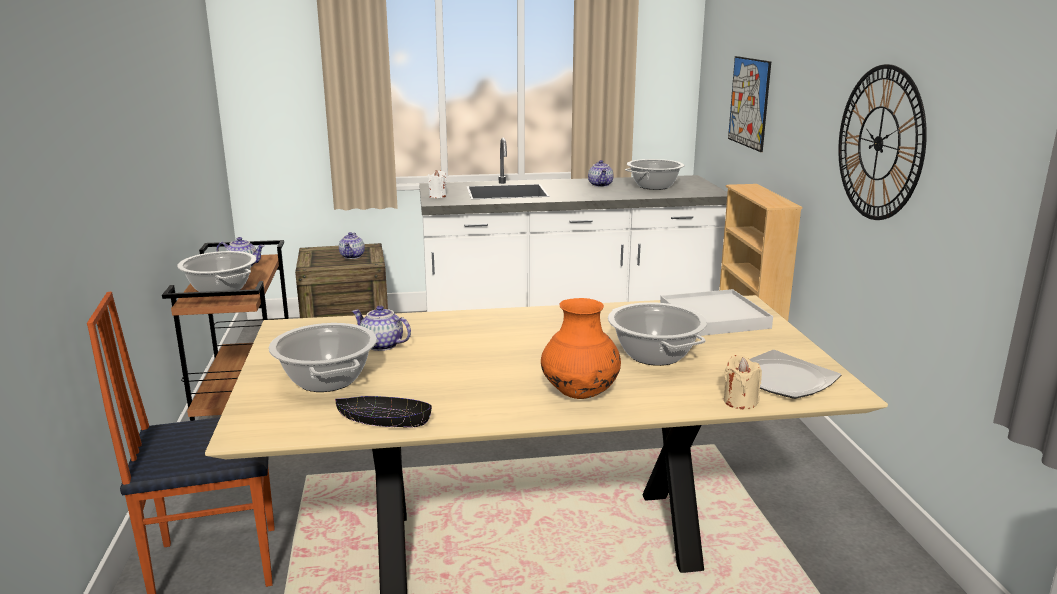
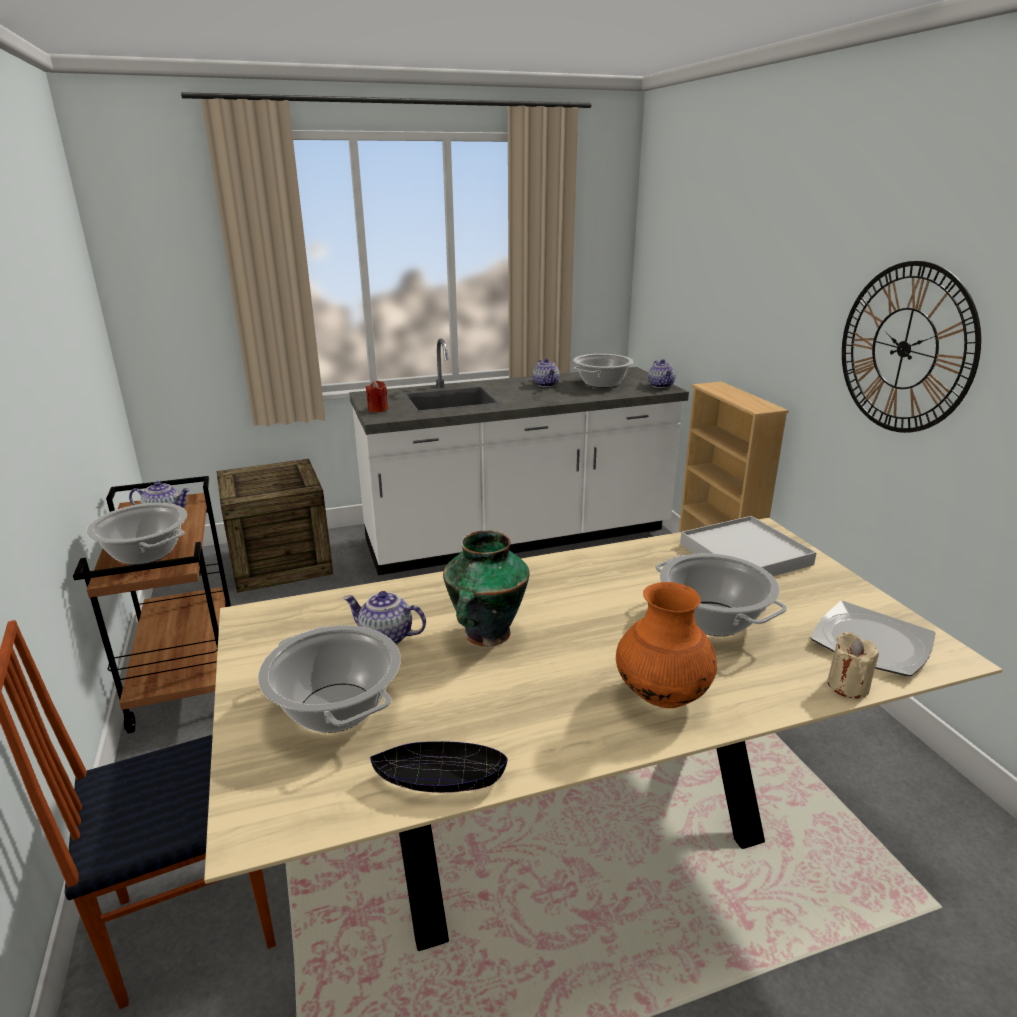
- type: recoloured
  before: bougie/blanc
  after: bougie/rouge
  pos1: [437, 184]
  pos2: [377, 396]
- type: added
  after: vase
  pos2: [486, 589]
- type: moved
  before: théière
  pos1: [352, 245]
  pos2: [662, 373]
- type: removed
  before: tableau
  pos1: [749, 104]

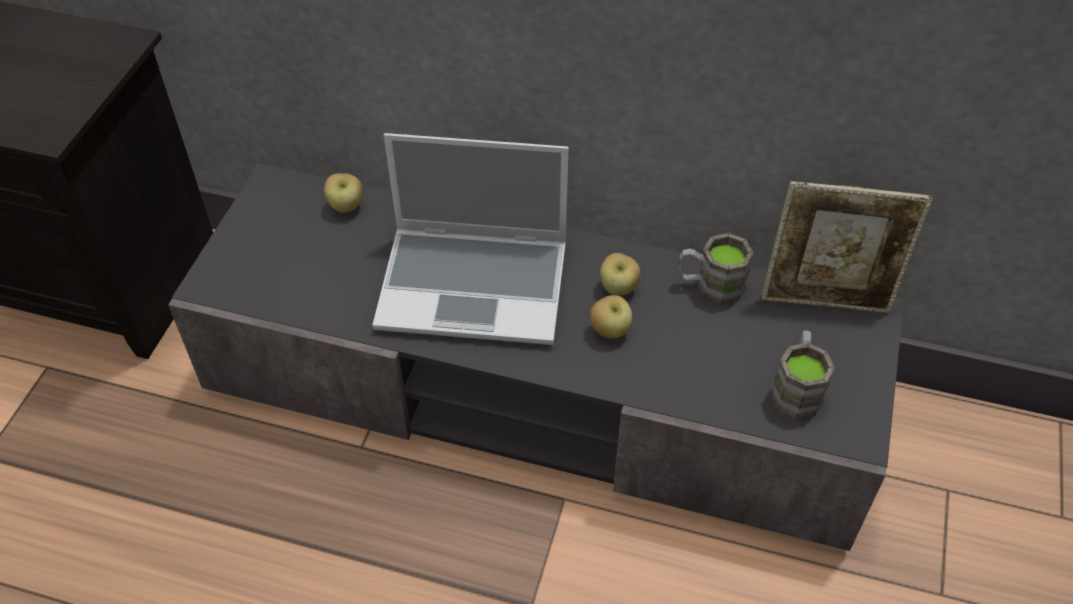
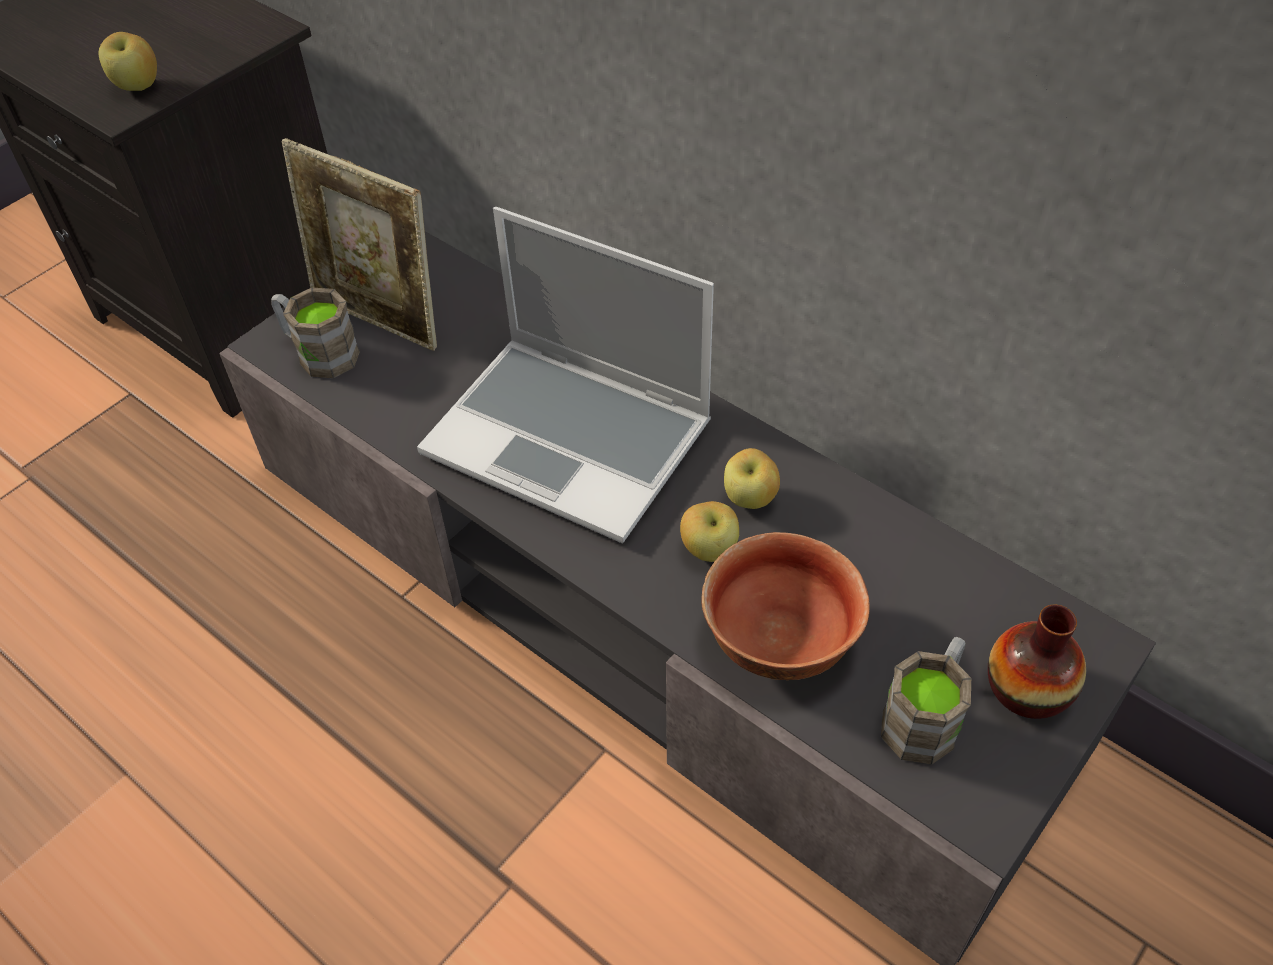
- type: moved
  before: pomme
  pos1: [343, 193]
  pos2: [128, 61]
- type: moved
  before: mug/marron
  pos1: [716, 269]
  pos2: [315, 332]
- type: moved
  before: cadre photo
  pos1: [847, 247]
  pos2: [359, 244]
- type: added
  after: bol
  pos2: [785, 606]
- type: added
  after: vase
  pos2: [1037, 661]

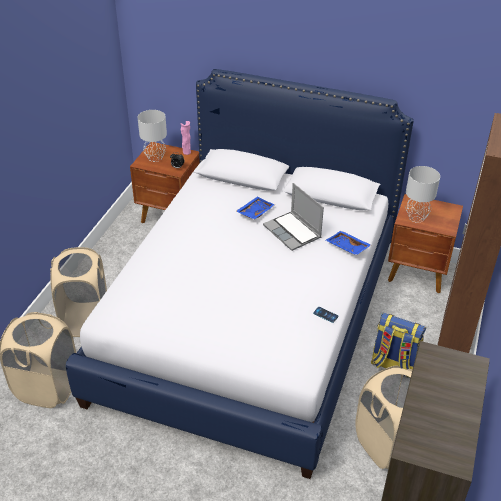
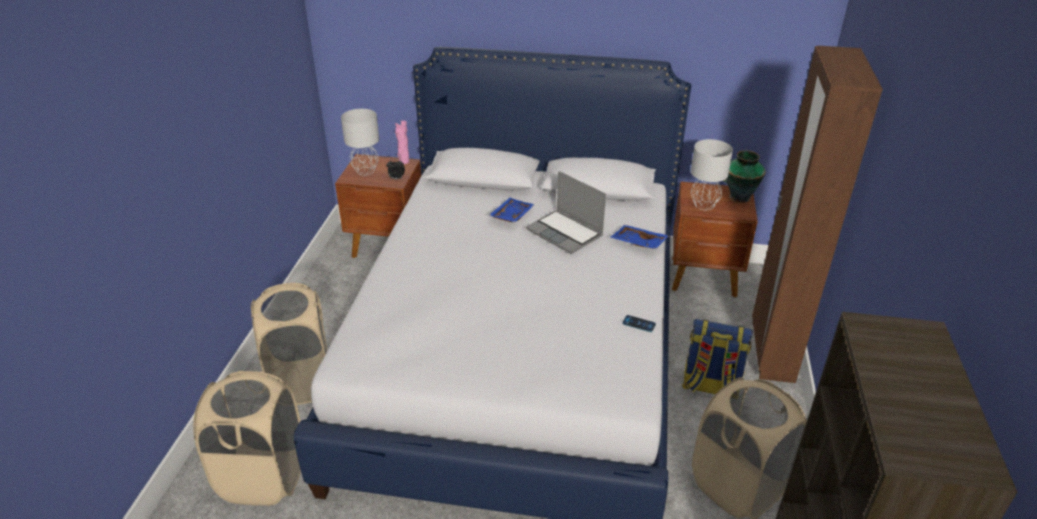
- type: added
  after: vase
  pos2: [744, 176]

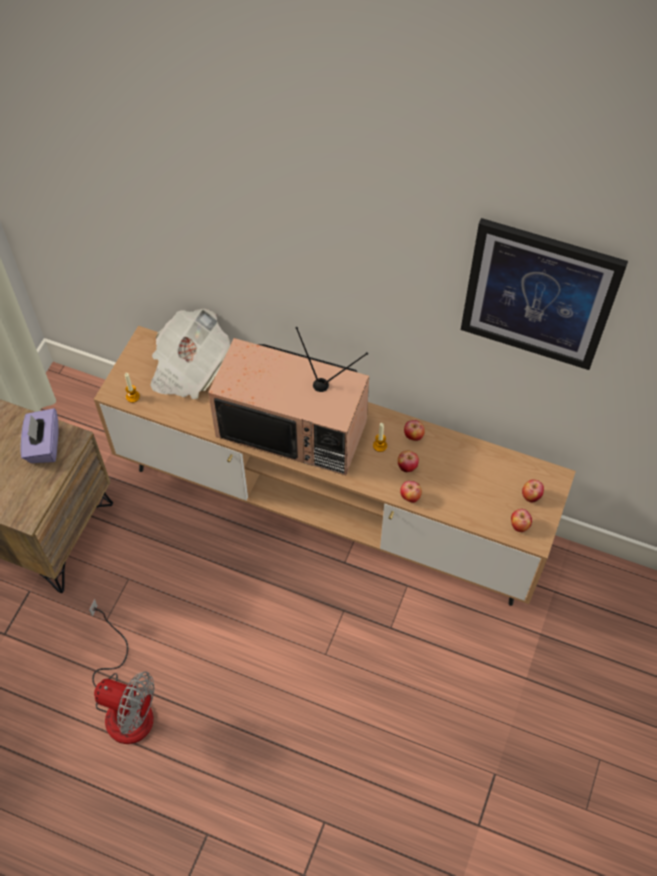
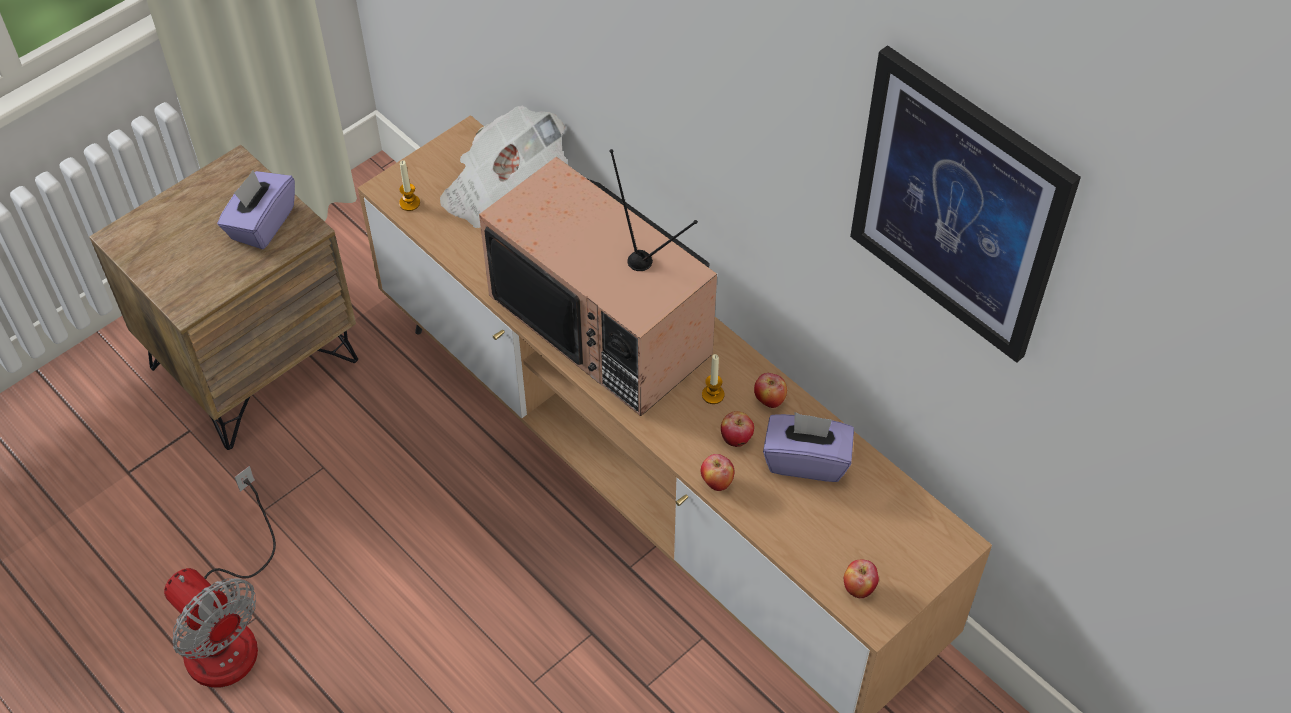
- type: added
  after: boîte à mouchoirs/violet
  pos2: [808, 447]
- type: removed
  before: pomme
  pos1: [533, 491]

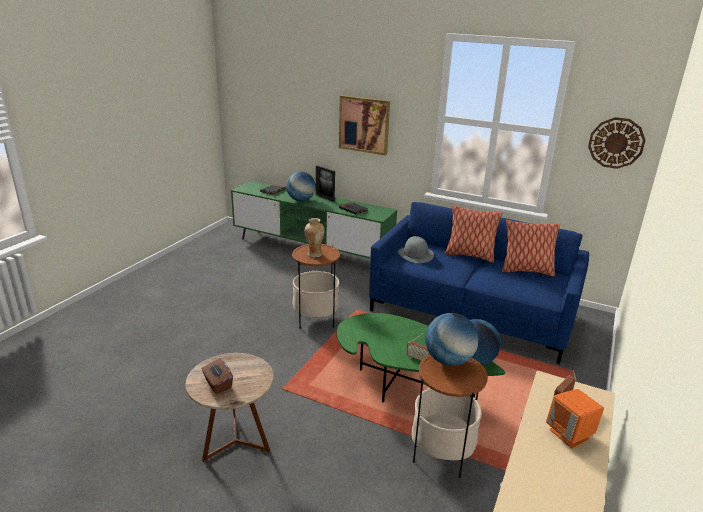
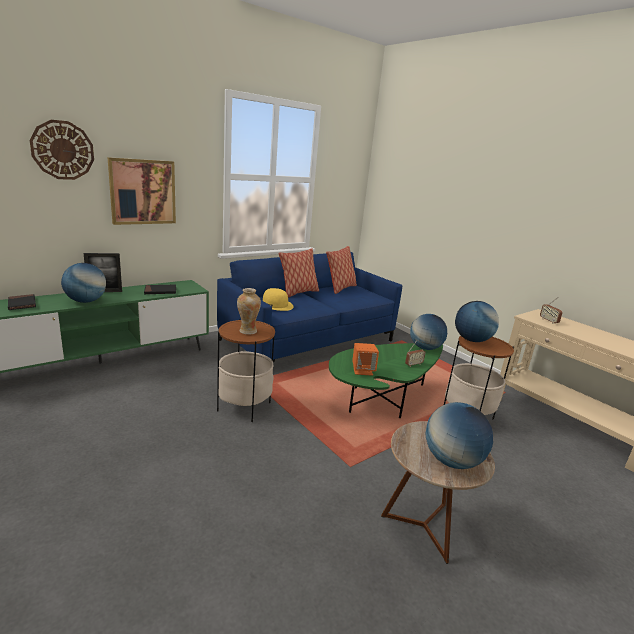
- type: moved
  before: horloge murale
  pos1: [617, 143]
  pos2: [62, 150]
- type: recoloured
  before: chapeau/gris
  after: chapeau/jaune
  pos1: [416, 249]
  pos2: [278, 299]
- type: moved
  before: enceinte/orange
  pos1: [575, 419]
  pos2: [365, 359]
- type: replaced
  before: boîte à mouchoirs/marron
  after: globe
  pos1: [217, 376]
  pos2: [459, 435]

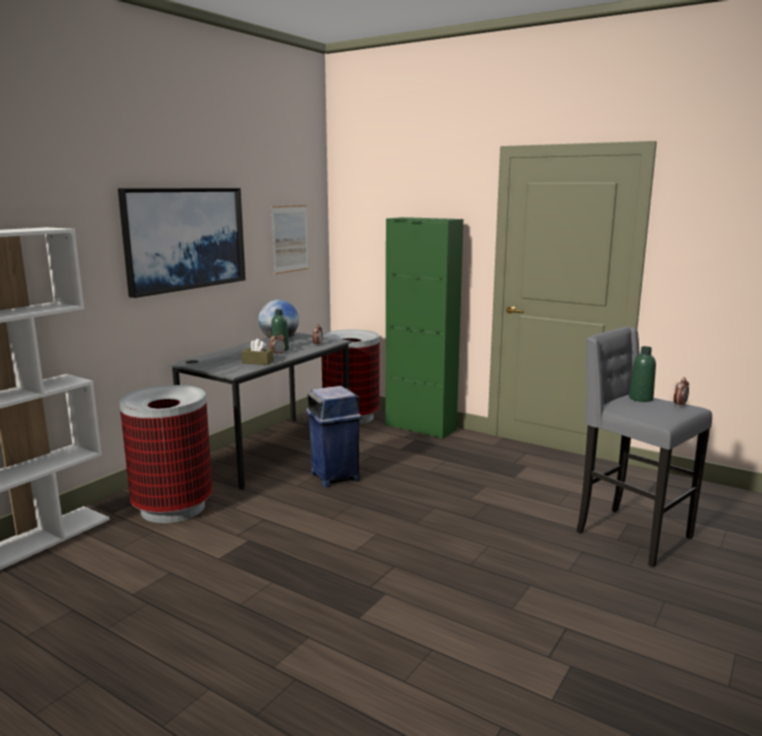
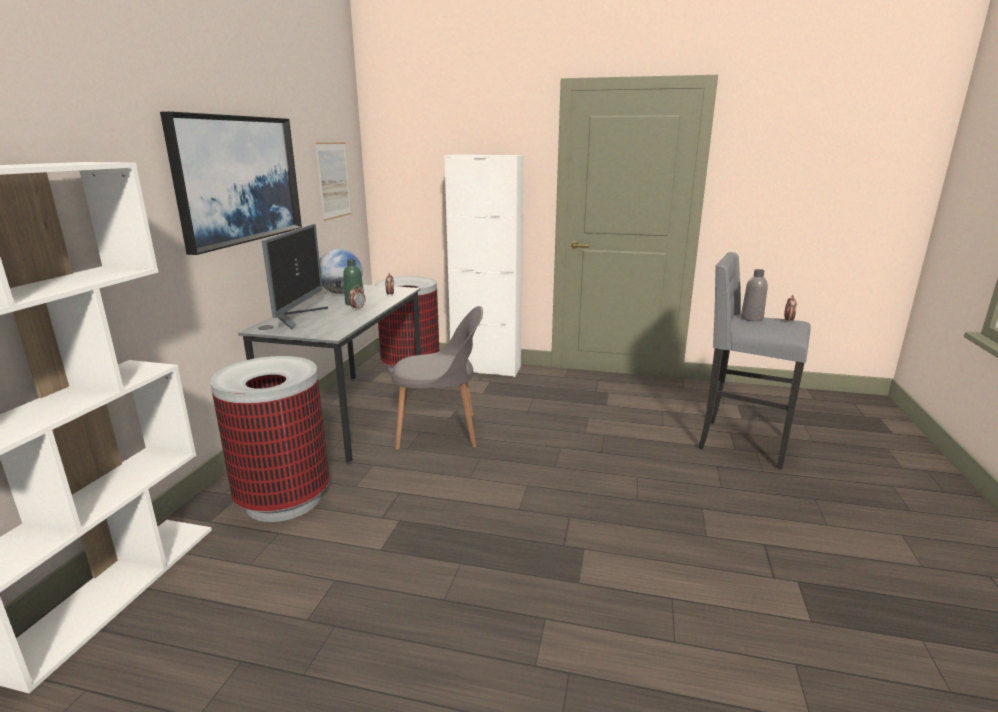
- type: added
  after: écran d'ordinateur
  pos2: [295, 277]
- type: replaced
  before: poubelle/bleu
  after: chaise/gris
  pos1: [334, 436]
  pos2: [437, 378]
- type: recoloured
  before: meuble de rangement/vert
  after: meuble de rangement/blanc
  pos1: [424, 328]
  pos2: [484, 266]
- type: recoloured
  before: bouteille/vert
  after: bouteille/gris
  pos1: [642, 374]
  pos2: [754, 295]
- type: removed
  before: boîte à mouchoirs/marron
  pos1: [257, 352]

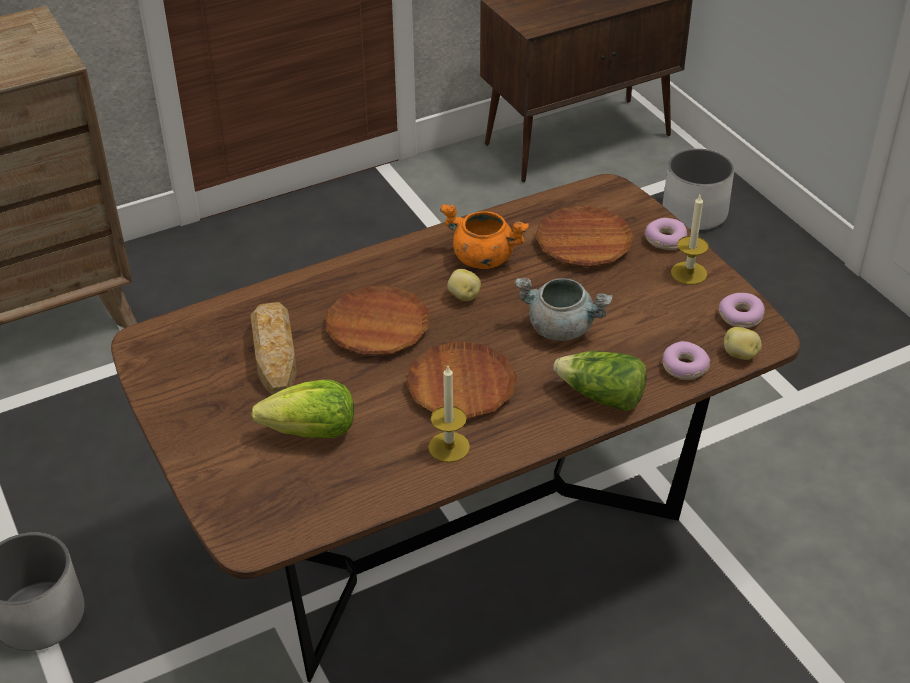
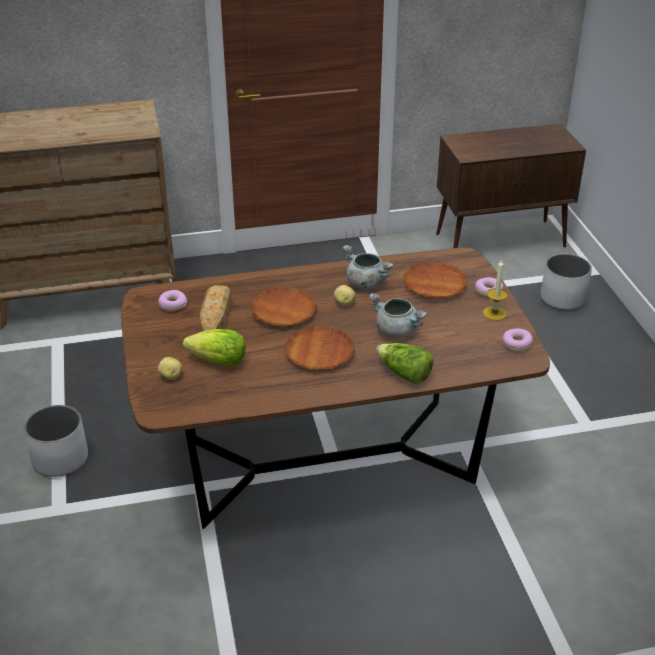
- type: moved
  before: beignet
  pos1: [686, 360]
  pos2: [172, 300]
- type: moved
  before: pomme de terre
  pos1: [743, 343]
  pos2: [170, 368]
- type: recoloured
  before: marmite/orange
  after: marmite/gris
  pos1: [484, 236]
  pos2: [368, 267]
- type: removed
  before: bougie
  pos1: [449, 414]

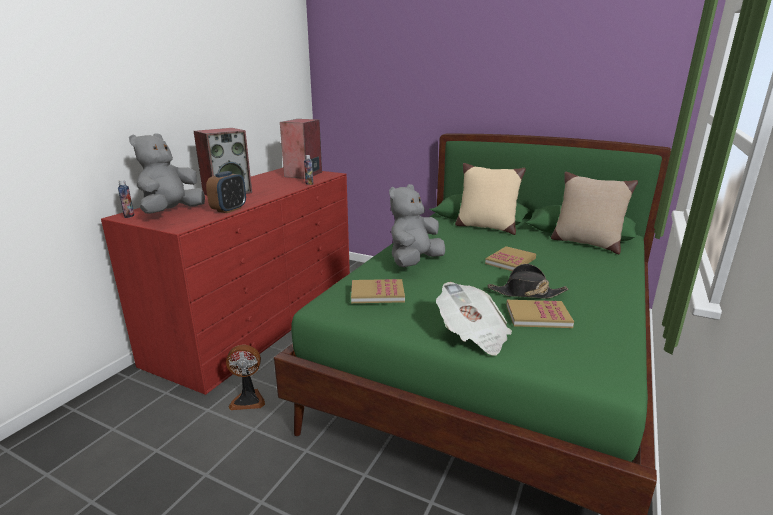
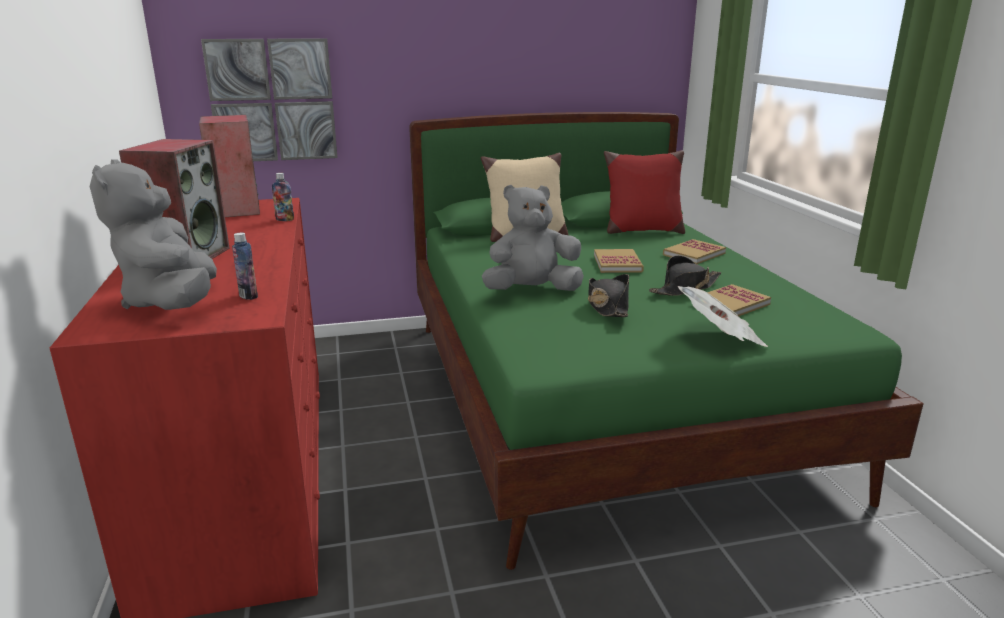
- type: added
  after: tableau
  pos2: [269, 99]
- type: moved
  before: bouteille
  pos1: [126, 199]
  pos2: [245, 266]
- type: turned
  before: peluche/gris
  pos1: [417, 225]
  pos2: [533, 238]
  turn: 75
- type: added
  after: chapeau/noir
  pos2: [608, 295]
- type: recoloured
  before: coussin/beige
  after: coussin/rouge
  pos1: [594, 213]
  pos2: [644, 192]
- type: moved
  before: livre
  pos1: [378, 291]
  pos2: [694, 251]
- type: removed
  before: réveil
  pos1: [226, 192]
- type: removed
  before: ventilateur
  pos1: [245, 377]

